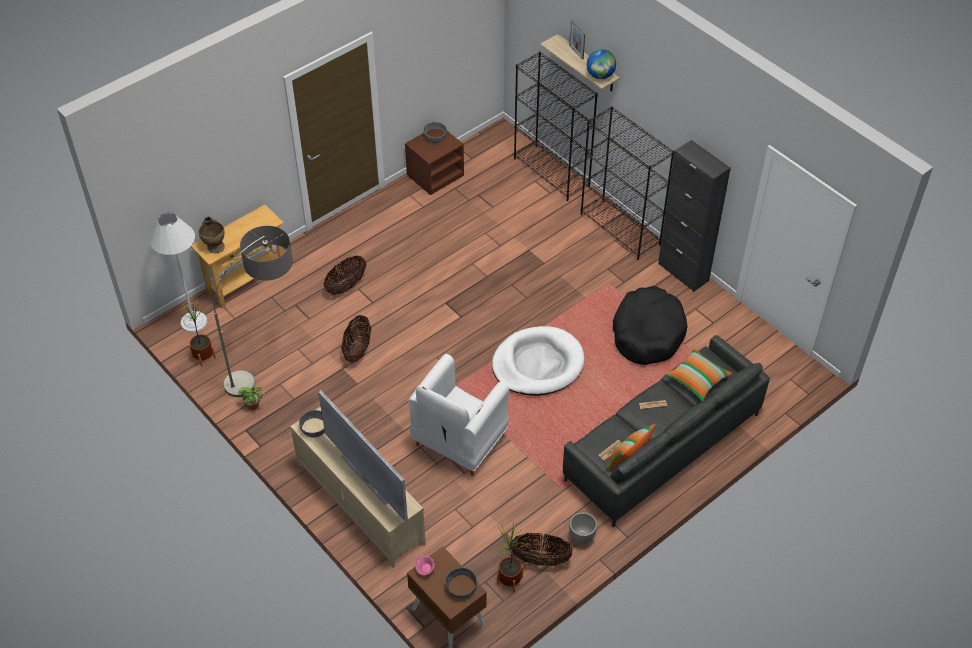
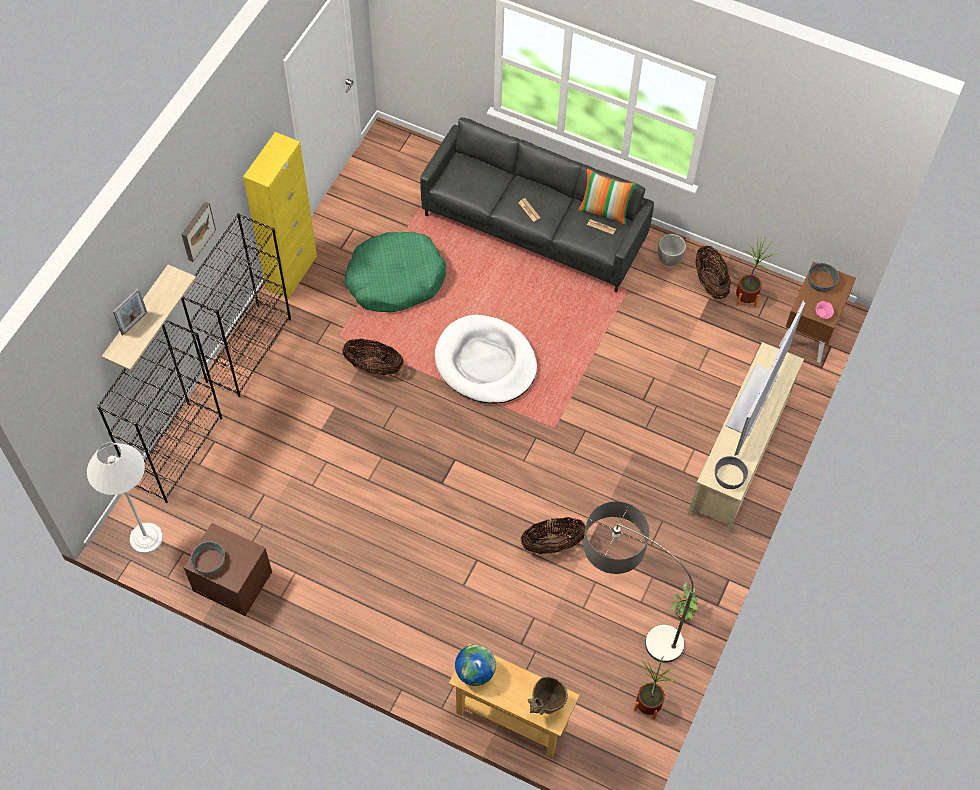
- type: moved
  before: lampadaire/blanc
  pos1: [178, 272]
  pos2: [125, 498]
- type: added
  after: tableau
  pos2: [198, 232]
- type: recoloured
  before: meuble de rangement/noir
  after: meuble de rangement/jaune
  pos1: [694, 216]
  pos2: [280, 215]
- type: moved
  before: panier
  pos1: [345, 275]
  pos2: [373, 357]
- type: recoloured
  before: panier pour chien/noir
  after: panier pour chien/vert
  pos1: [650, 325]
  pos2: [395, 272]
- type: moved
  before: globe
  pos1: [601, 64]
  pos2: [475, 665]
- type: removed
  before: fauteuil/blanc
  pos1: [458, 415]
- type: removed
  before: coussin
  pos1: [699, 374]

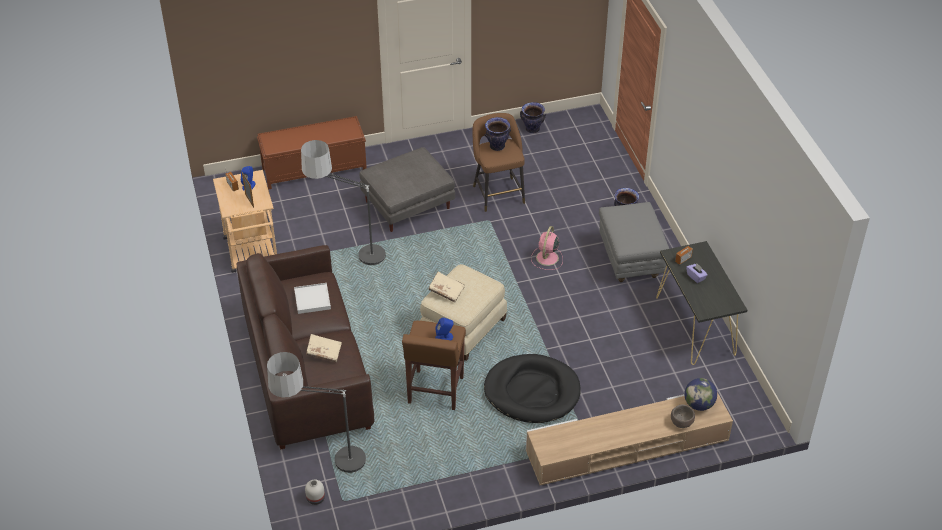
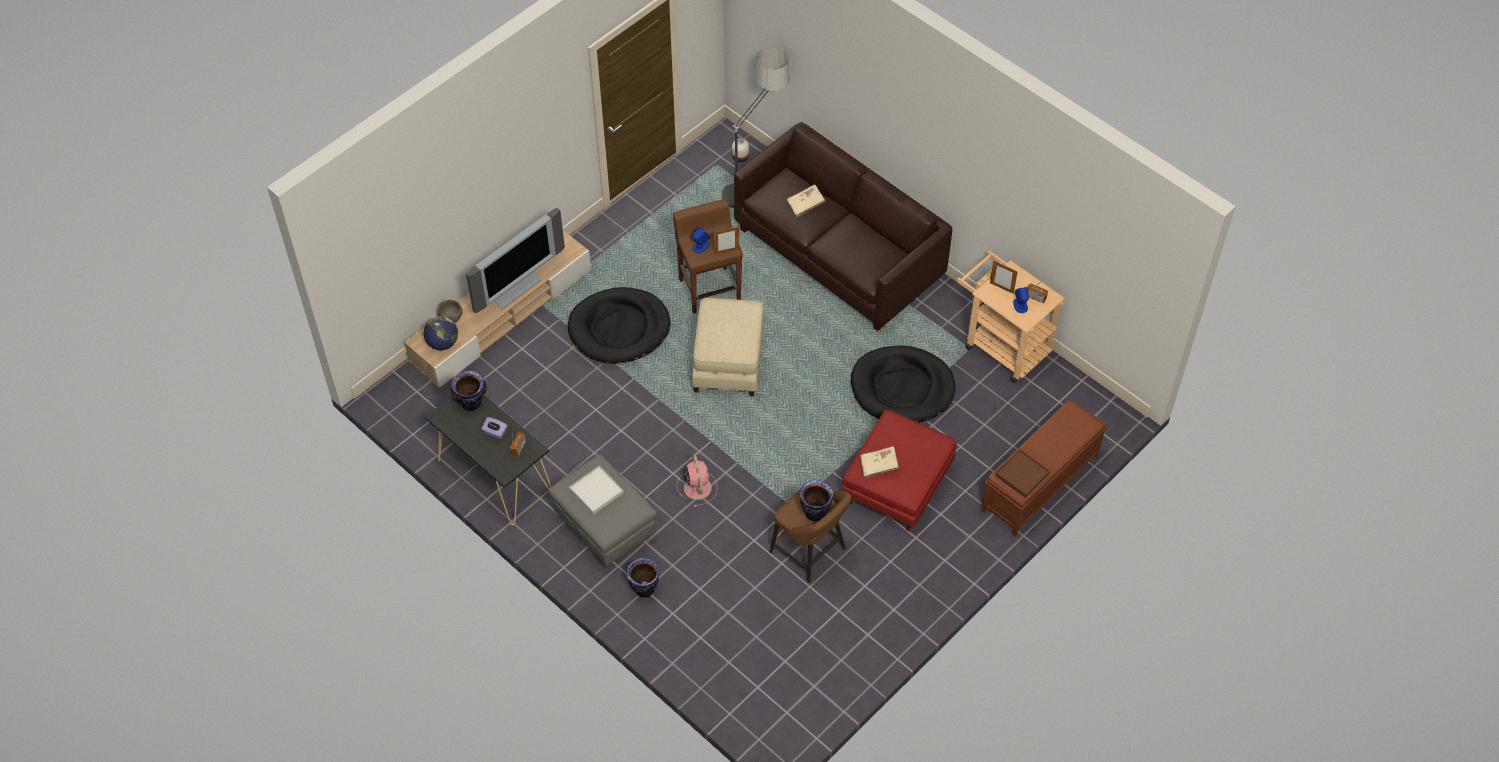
- type: moved
  before: vase
  pos1: [533, 117]
  pos2: [468, 390]
- type: added
  after: téléviseur
  pos2: [515, 260]
- type: moved
  before: plateau/blanc
  pos1: [312, 298]
  pos2: [596, 490]
- type: added
  after: cadre photo
  pos2: [726, 241]
- type: recoloured
  before: pouf/gris
  after: pouf/rouge
  pos1: [407, 189]
  pos2: [899, 470]
- type: replaced
  before: lampadaire
  after: panier pour chien/noir
  pos1: [343, 202]
  pos2: [903, 384]
- type: moved
  before: livre/beige
  pos1: [447, 287]
  pos2: [879, 462]
- type: added
  after: plateau/marron
  pos2: [1022, 473]

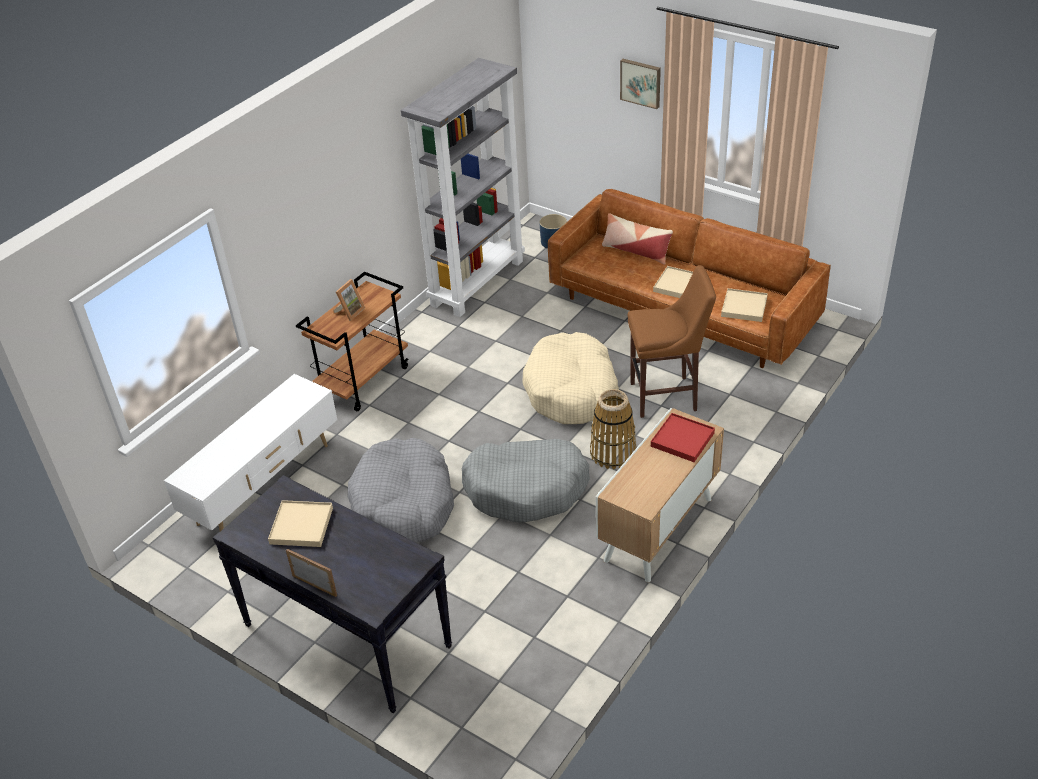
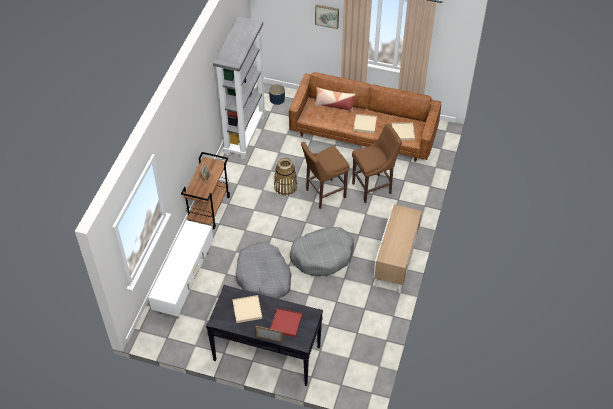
- type: moved
  before: plateau/rouge
  pos1: [683, 437]
  pos2: [286, 322]
- type: moved
  before: panier
  pos1: [613, 429]
  pos2: [285, 176]
- type: replaced
  before: panier pour chien/beige
  after: tabouret/marron
  pos1: [570, 378]
  pos2: [325, 175]

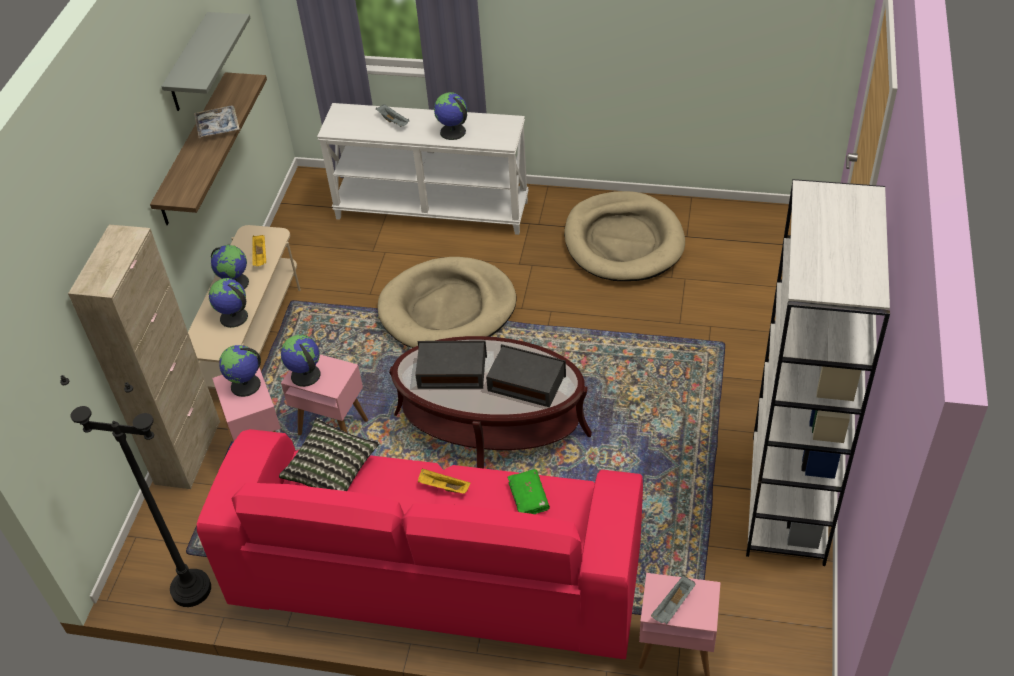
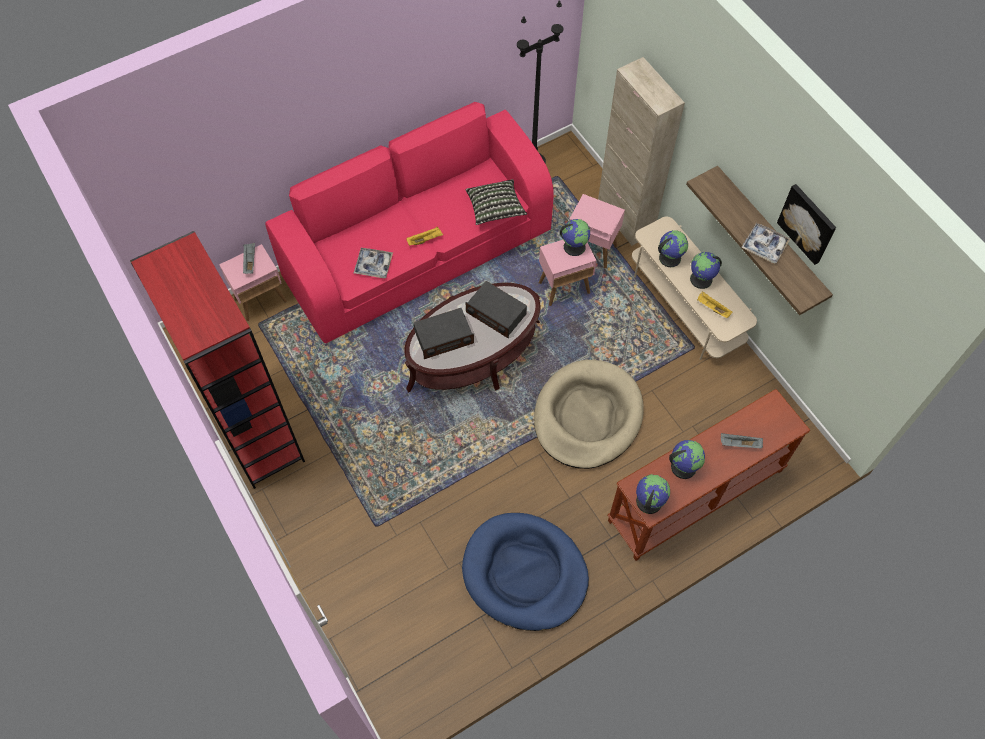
- type: recoloured
  before: bibliothèque/blanc
  after: bibliothèque/rouge
  pos1: [818, 372]
  pos2: [217, 360]
- type: replaced
  before: livre/vert
  after: plateau
  pos1: [528, 491]
  pos2: [373, 263]
- type: recoloured
  before: panier pour chien/beige
  after: panier pour chien/bleu
  pos1: [624, 236]
  pos2: [525, 572]
- type: turned
  before: radio
  pos1: [451, 365]
  pos2: [496, 309]
  turn: 75
- type: recoloured
  before: table console/blanc
  after: table console/marron
  pos1: [423, 169]
  pos2: [708, 475]
- type: moved
  before: globe
  pos1: [240, 371]
  pos2: [653, 494]
- type: replaced
  before: étagère/gris
  after: tableau
  pos1: [206, 61]
  pos2: [806, 224]

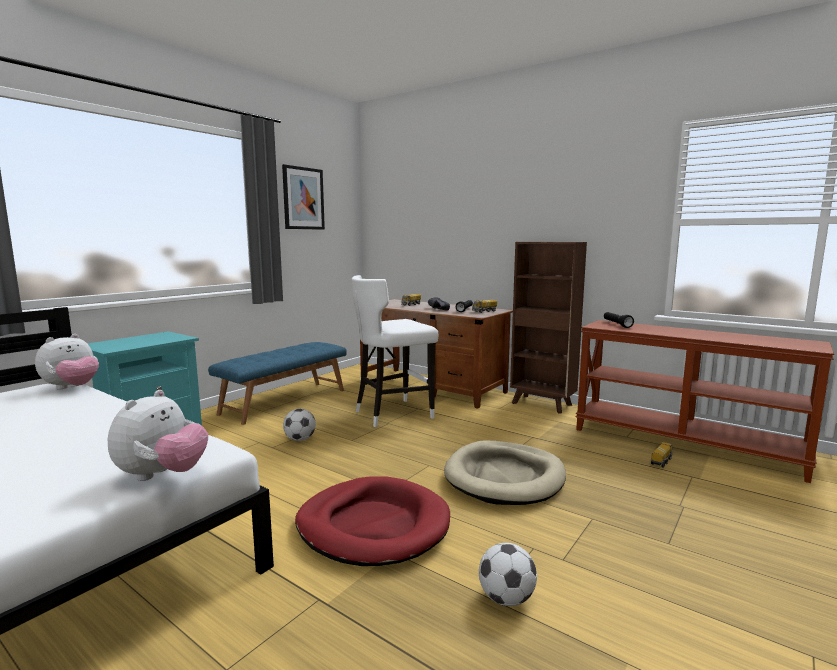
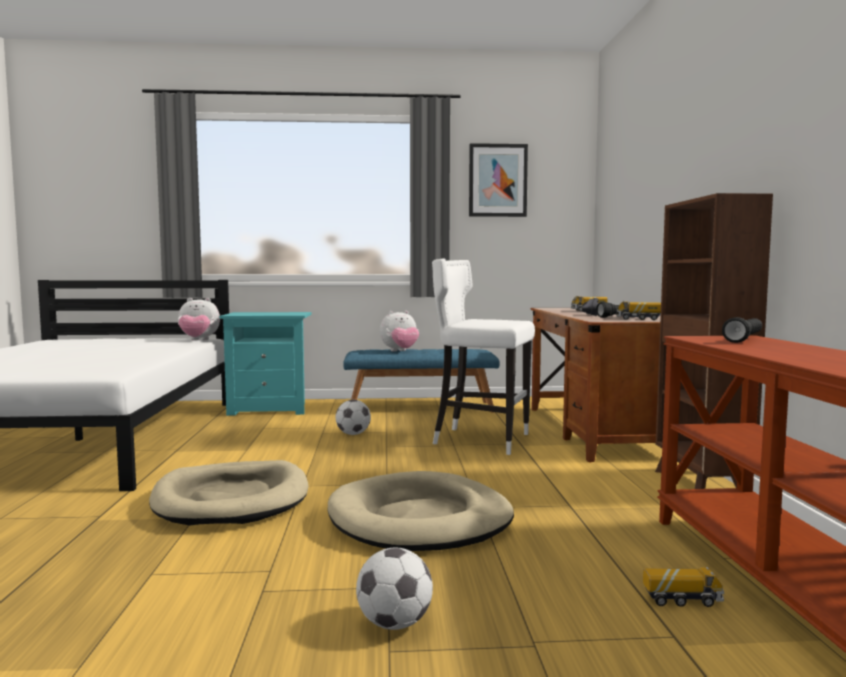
- type: recoloured
  before: panier pour chien/rouge
  after: panier pour chien/beige
  pos1: [372, 521]
  pos2: [229, 493]
- type: moved
  before: ballon de foot
  pos1: [508, 574]
  pos2: [394, 588]
- type: moved
  before: peluche
  pos1: [158, 435]
  pos2: [399, 330]

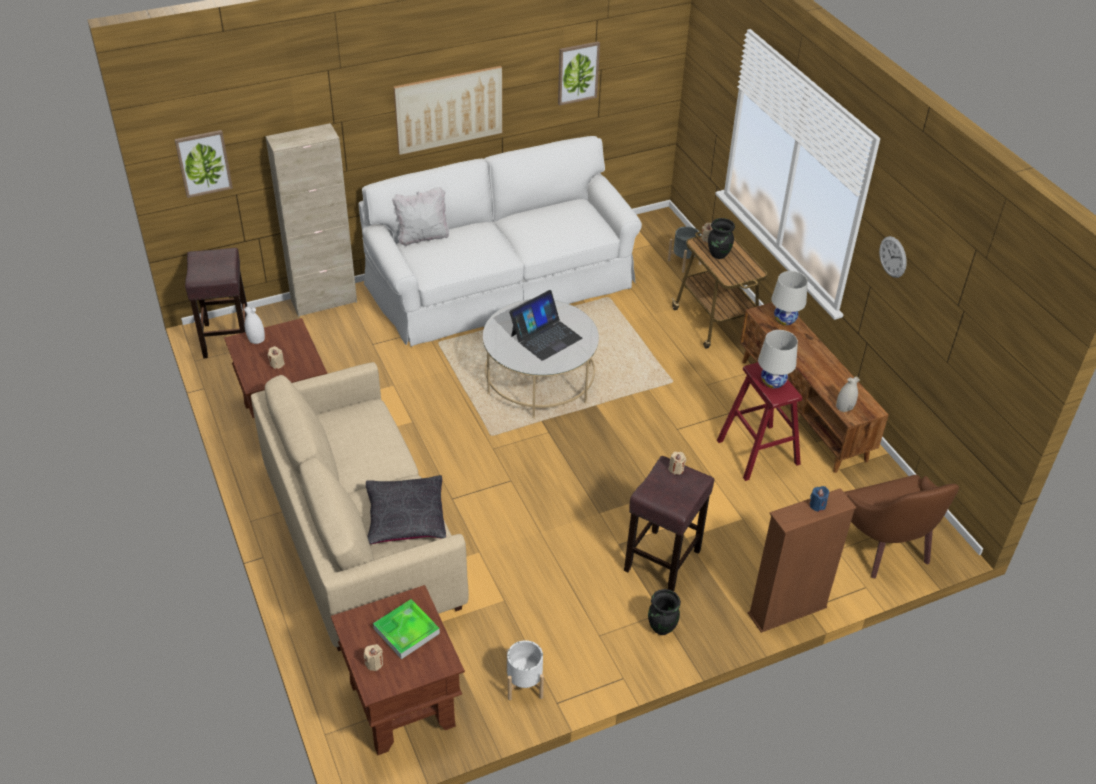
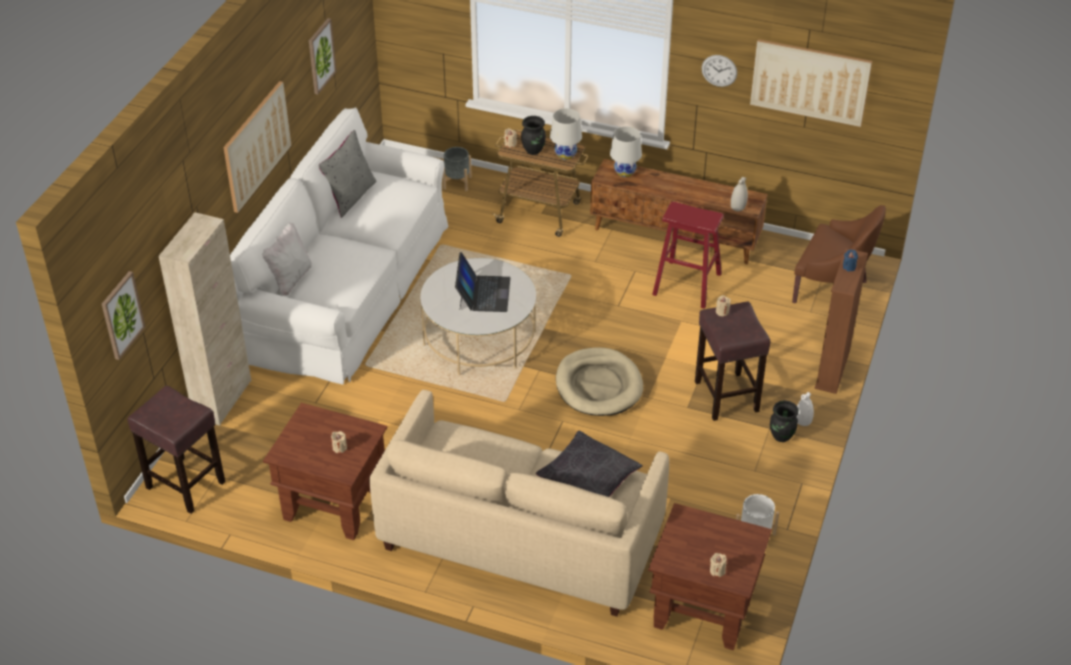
- type: added
  after: coussin/gris
  pos2: [347, 174]
- type: moved
  before: lampe de table/blanc
  pos1: [778, 359]
  pos2: [566, 134]
- type: added
  after: panier pour chien/beige
  pos2: [599, 381]
- type: added
  after: tableau
  pos2: [811, 83]
- type: moved
  before: vase/blanc
  pos1: [254, 325]
  pos2: [805, 409]
- type: removed
  before: plateau
  pos1: [406, 629]

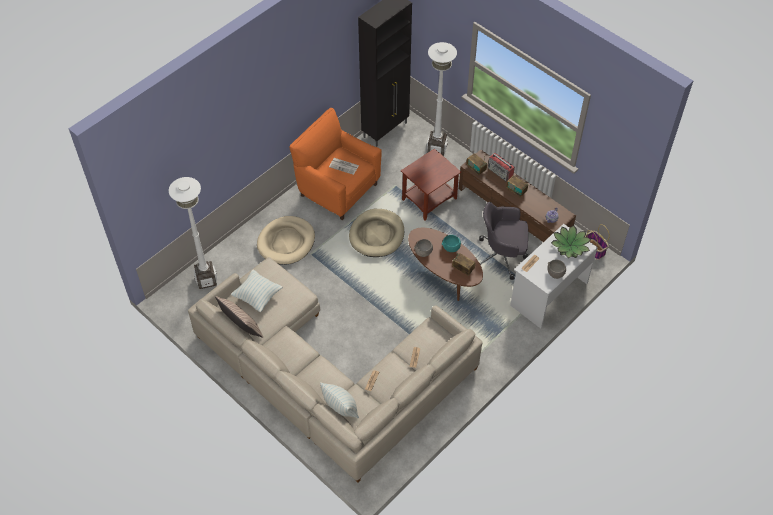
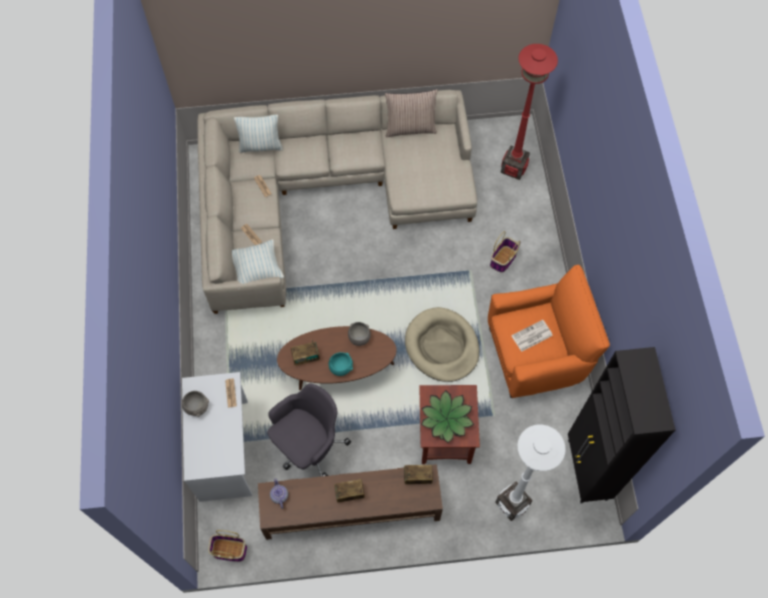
- type: moved
  before: coussin
  pos1: [257, 291]
  pos2: [258, 264]
- type: moved
  before: plante en pot
  pos1: [571, 241]
  pos2: [447, 416]
- type: replaced
  before: panier pour chien/beige
  after: panier
  pos1: [286, 240]
  pos2: [505, 251]
- type: recoloured
  before: lampadaire/blanc
  after: lampadaire/rouge
  pos1: [193, 233]
  pos2: [529, 112]
- type: removed
  before: radio
  pos1: [501, 167]

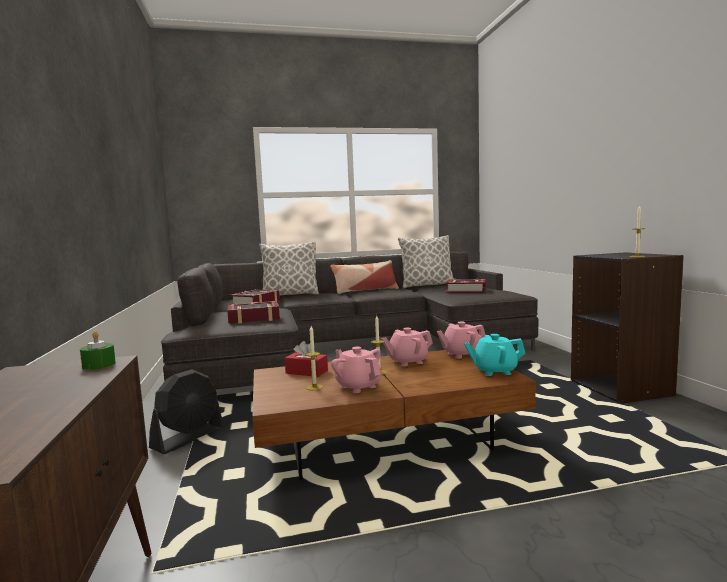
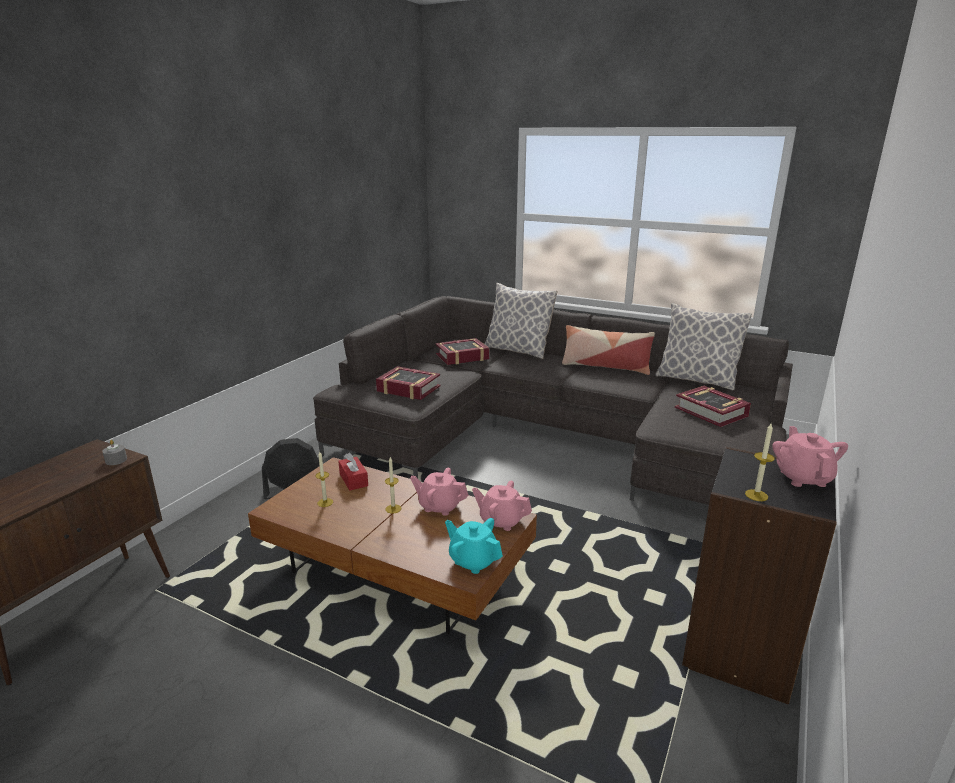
- type: recoloured
  before: bougie/vert
  after: bougie/gris
  pos1: [98, 350]
  pos2: [114, 452]
- type: moved
  before: théière/rose
  pos1: [356, 370]
  pos2: [810, 456]

